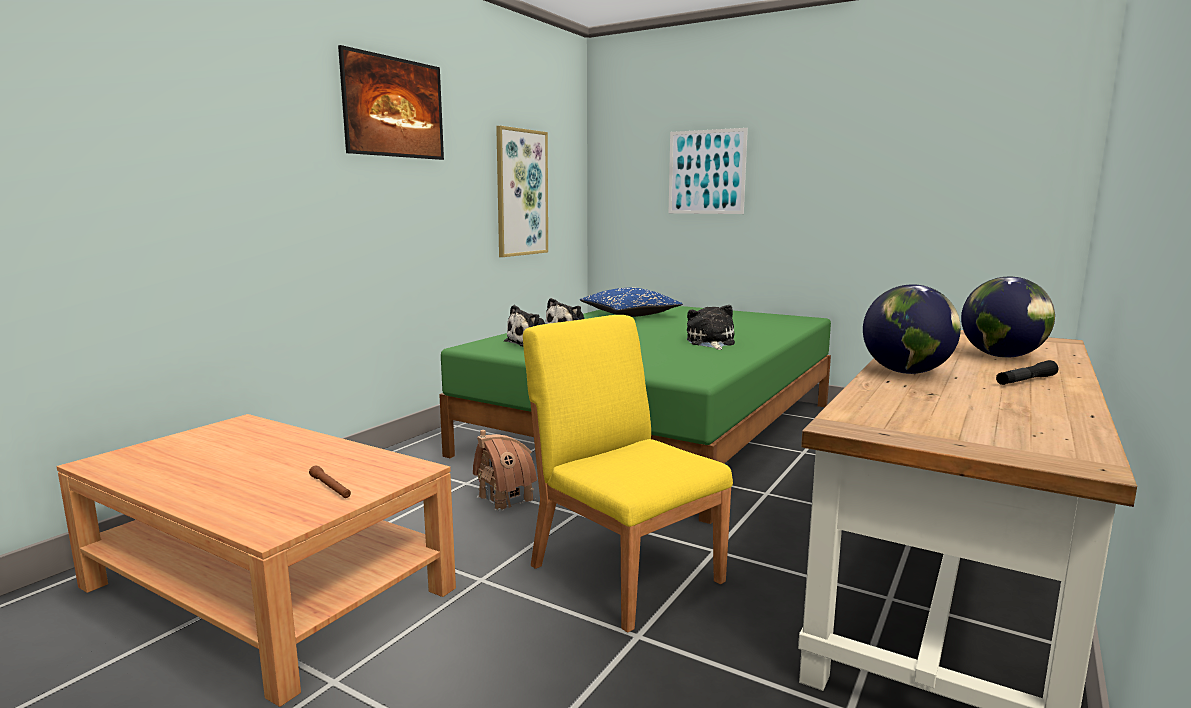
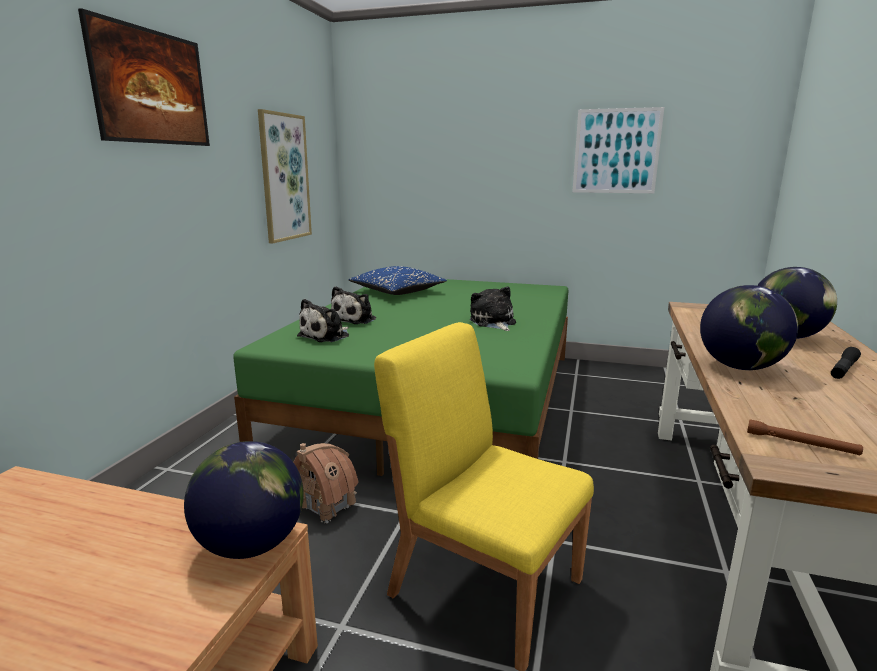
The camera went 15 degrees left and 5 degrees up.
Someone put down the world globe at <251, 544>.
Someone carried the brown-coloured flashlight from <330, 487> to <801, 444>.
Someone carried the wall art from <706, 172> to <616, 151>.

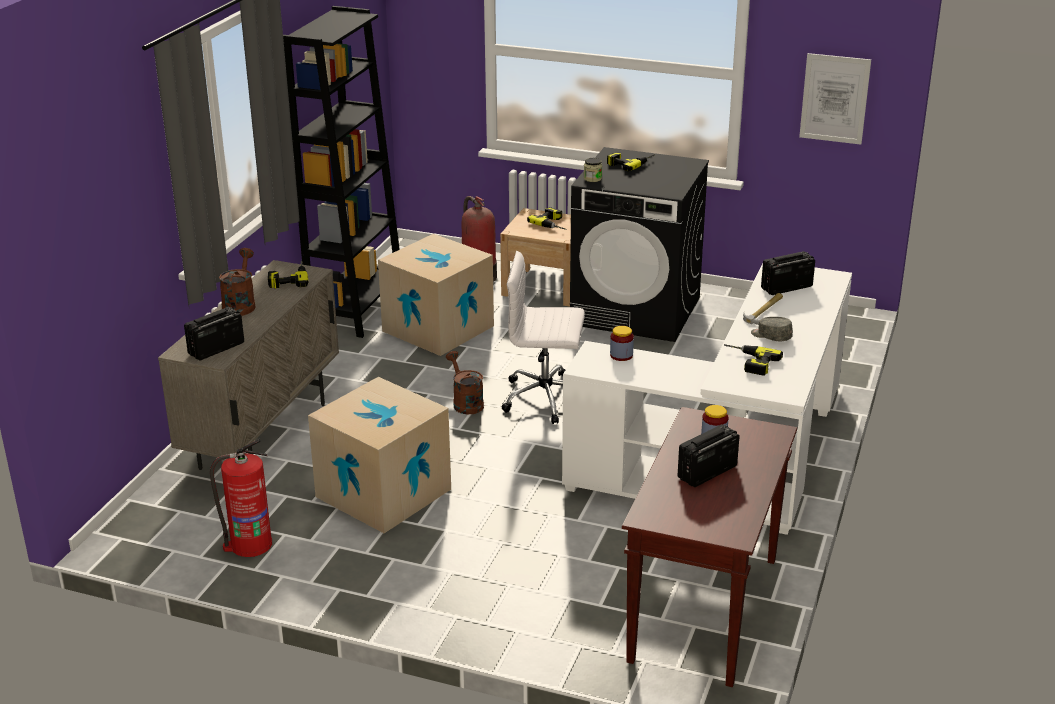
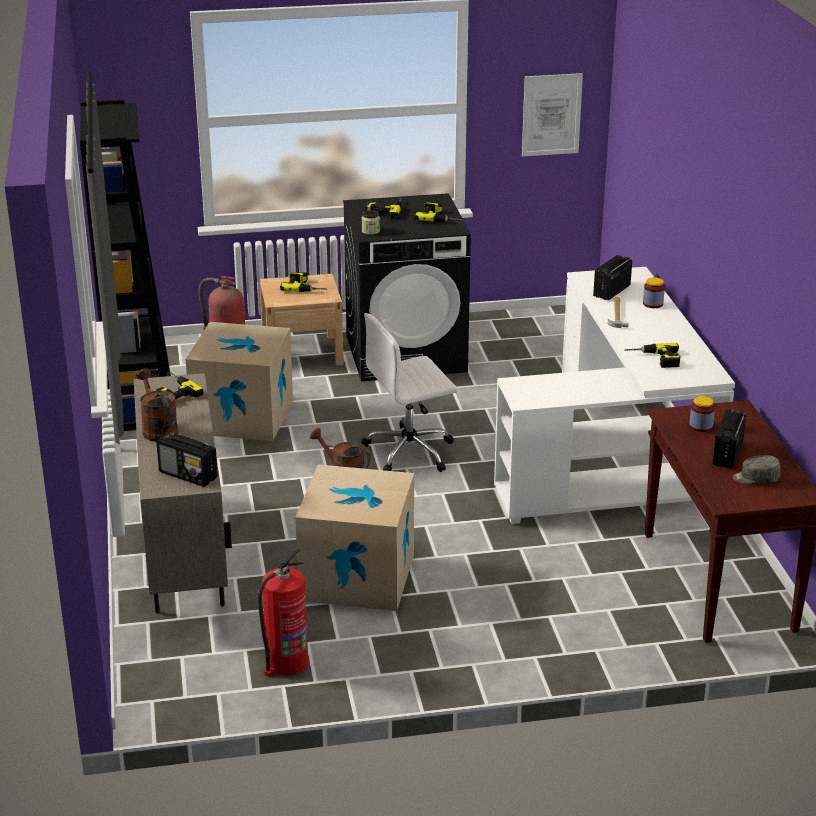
The camera went 30 degrees left and 0 degrees up.
Someone put down the drill at <441, 217>.
Someone carried the jar from <621, 355> to <653, 304>.
Someone carried the gray peaked cap from <771, 336> to <755, 478>.
Someone rotated the radio receiver at <215, 349> by 75 degrees counterclockwise.

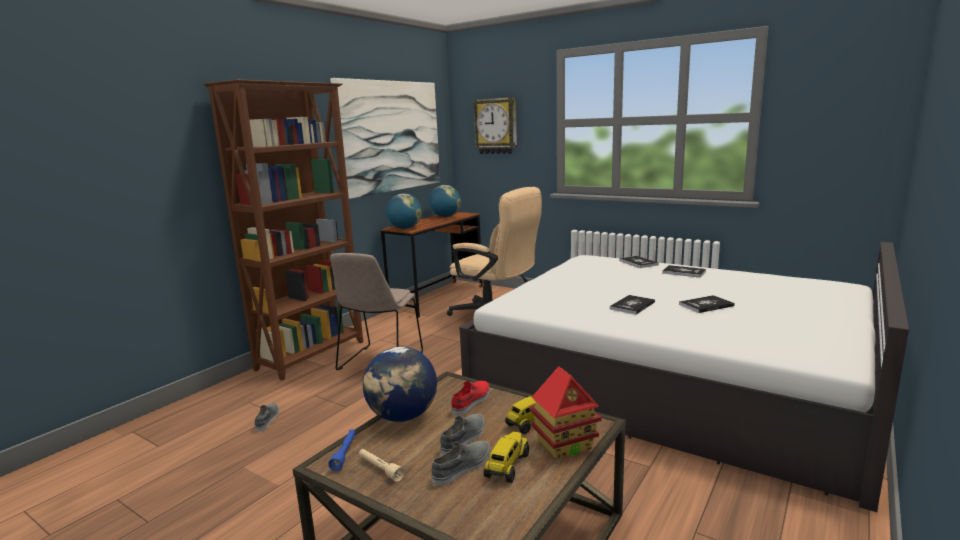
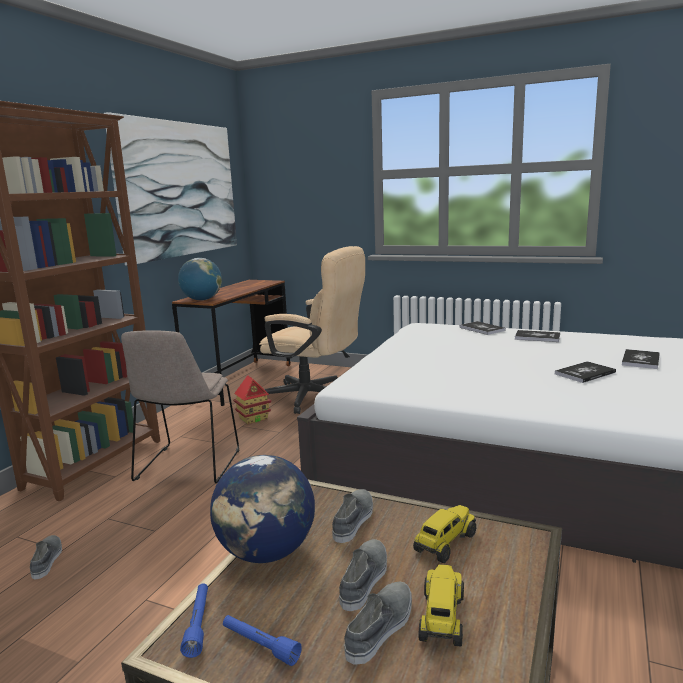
The camera went 10 degrees left and 0 degrees up.
Someone took away the world globe at <445, 216>.
Someone took away the clock on the wall at <496, 126>.
Someone carried the model house from <564, 444> to <253, 418>.
Someone carried the book from <632, 305> to <640, 360>.
Someone repainted the beige flashlight at <380, 469>, which became the blue flashlight at <260, 645>.
Someone repainted the red shoe at <471, 401>, which became the gray shoe at <353, 519>.

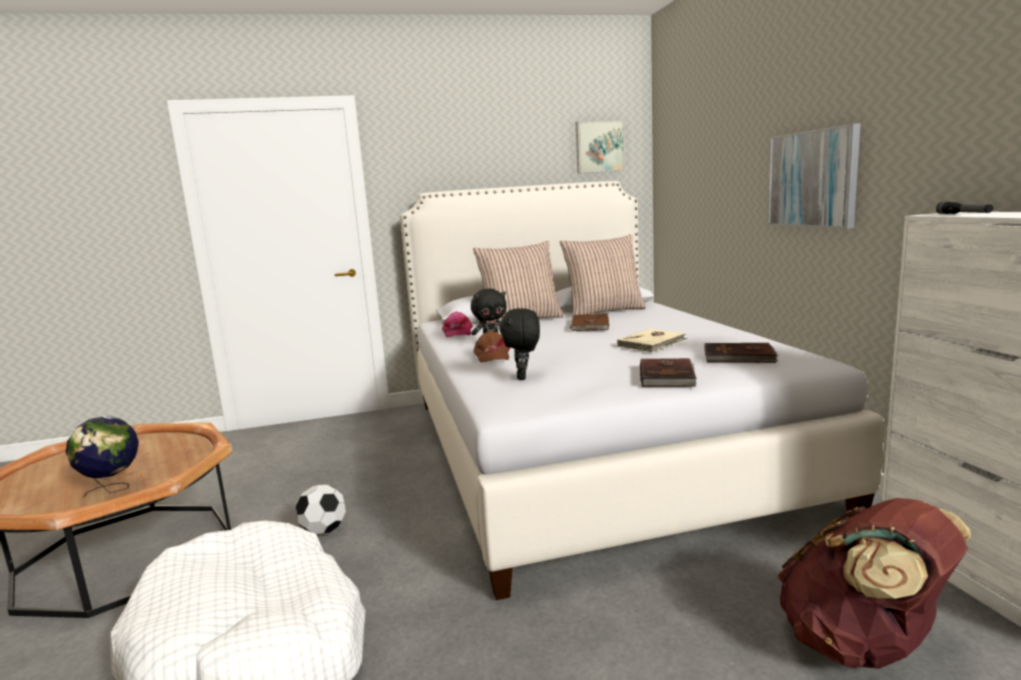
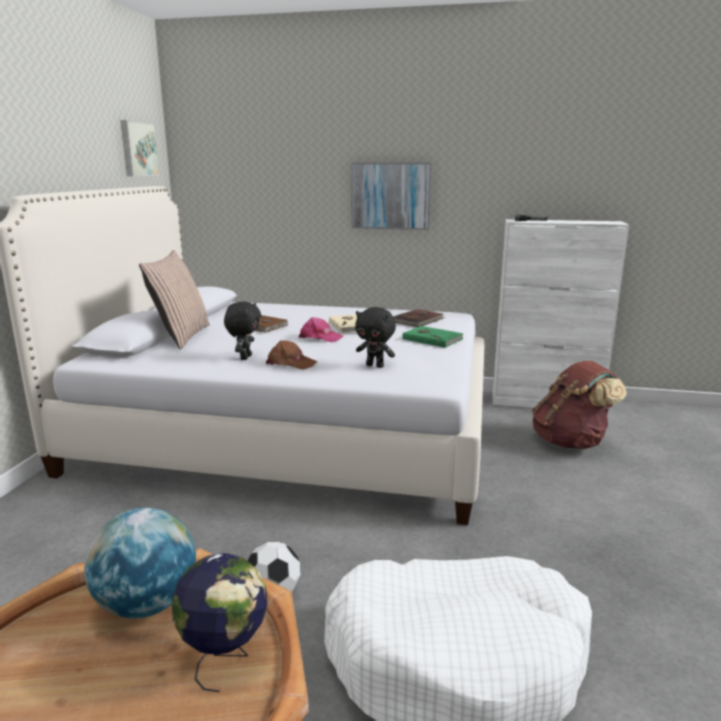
The camera went 65 degrees left and 5 degrees up.
Someone took away the throw pillow at <604, 311>.
Someone put down the world globe at <147, 604>.
Someone carried the pink peaked cap from <457, 332> to <320, 337>.
Someone repainted the brown-coloured book at <668, 376>, which became the greenish book at <432, 339>.

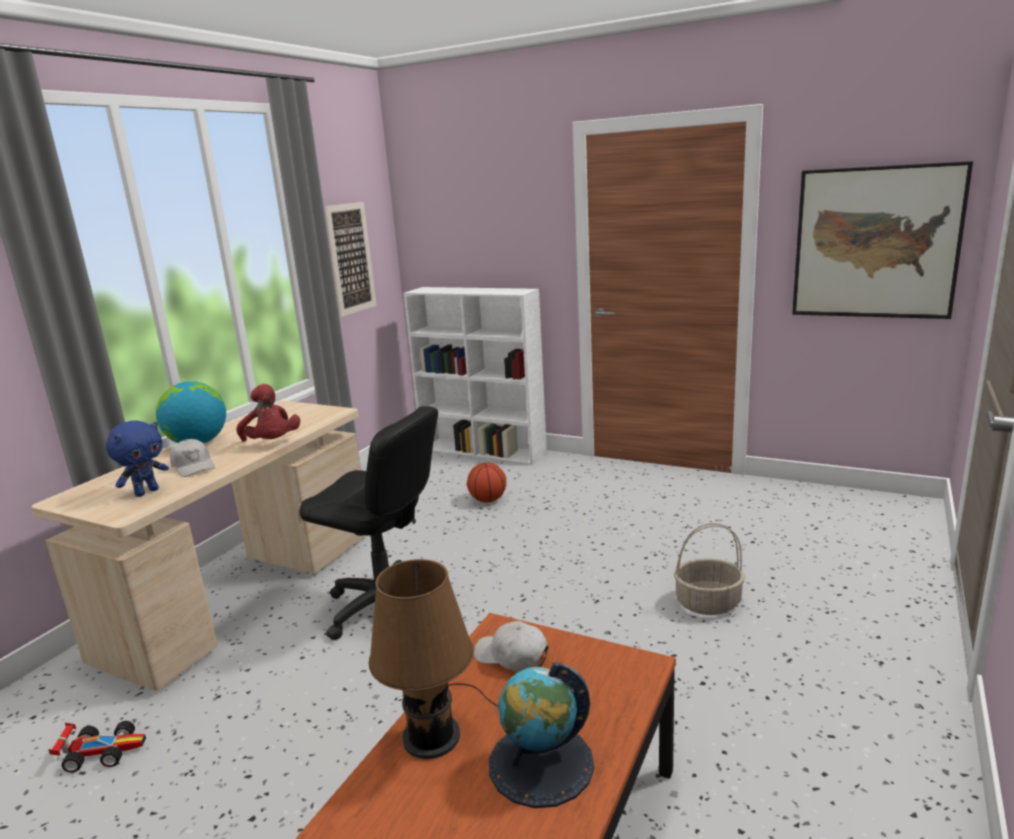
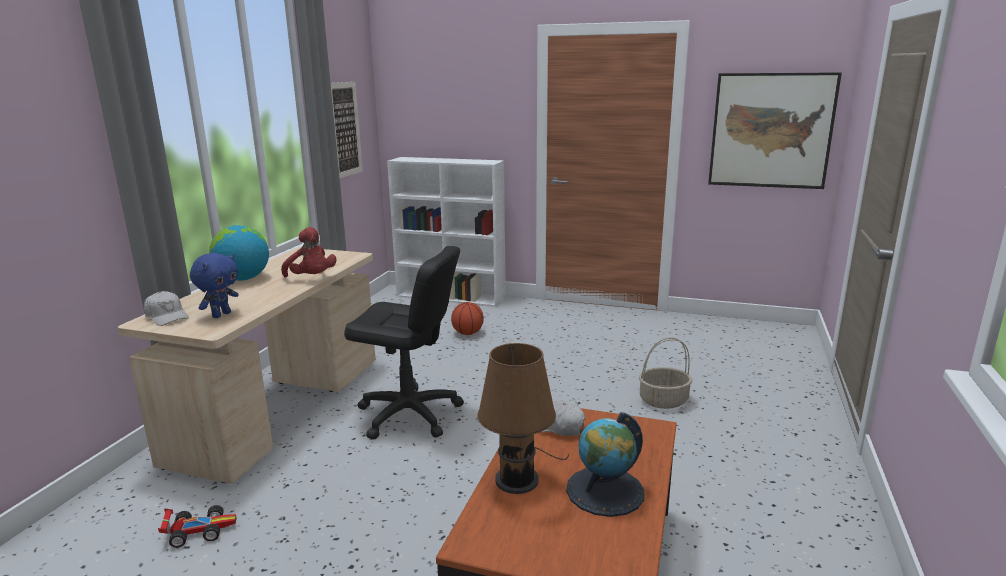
The camera went 10 degrees left and 0 degrees up.
Someone carried the whitish peaked cap from <193, 466> to <167, 316>.

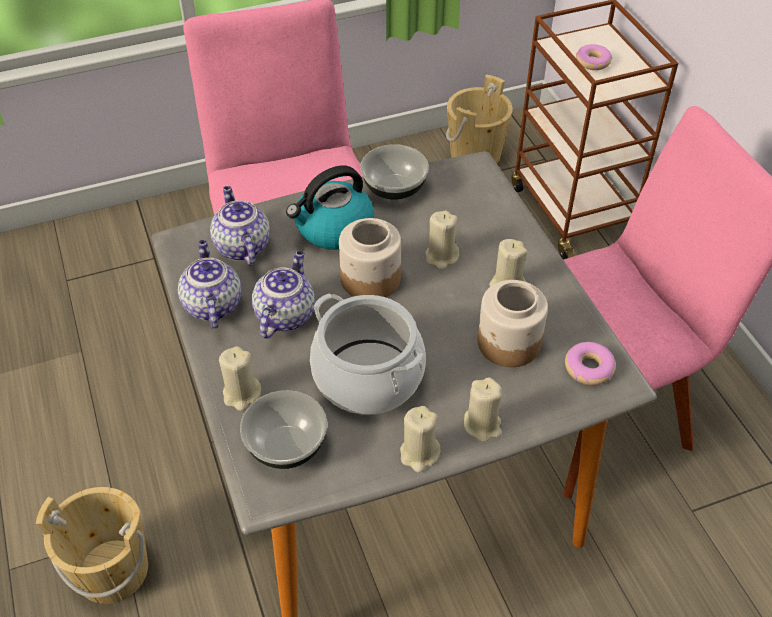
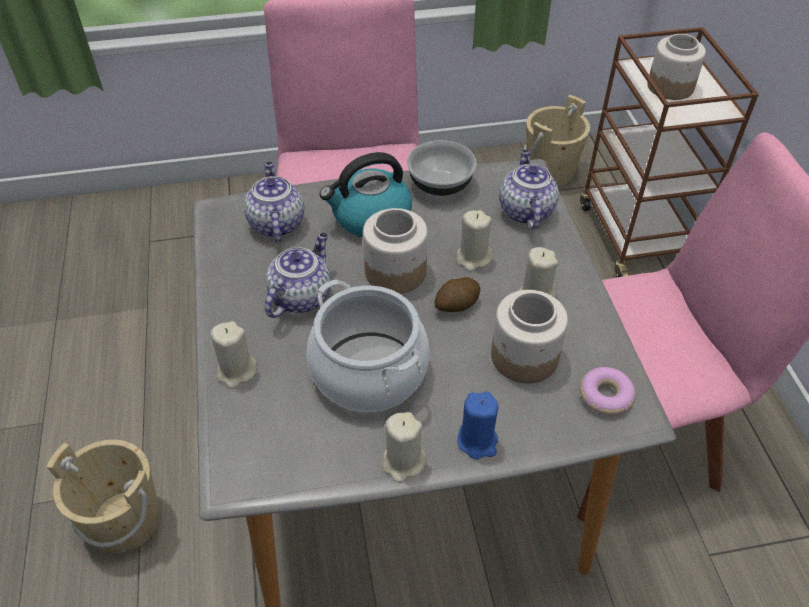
The camera went 10 degrees right and 0 degrees up.
Someone took away the bowl at <287, 446>.
Someone put down the whole potato at <456, 305>.
Someone carried the pot for tea from <212, 305> to <525, 210>.
Someone swapped the donut at <593, 62> for the jar at <670, 86>.
Someone repainted the beige wax candle at <482, 425>, which became the blue wax candle at <477, 441>.

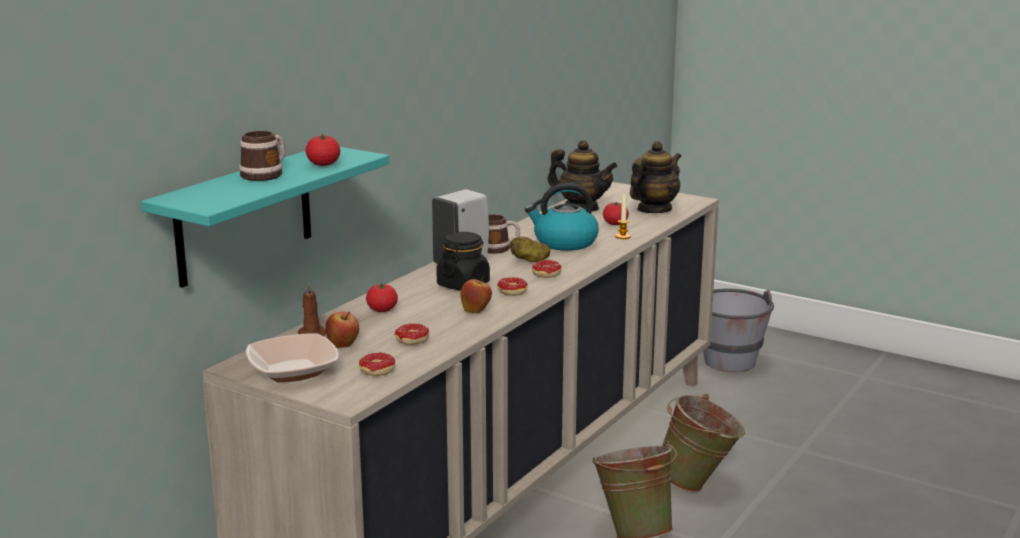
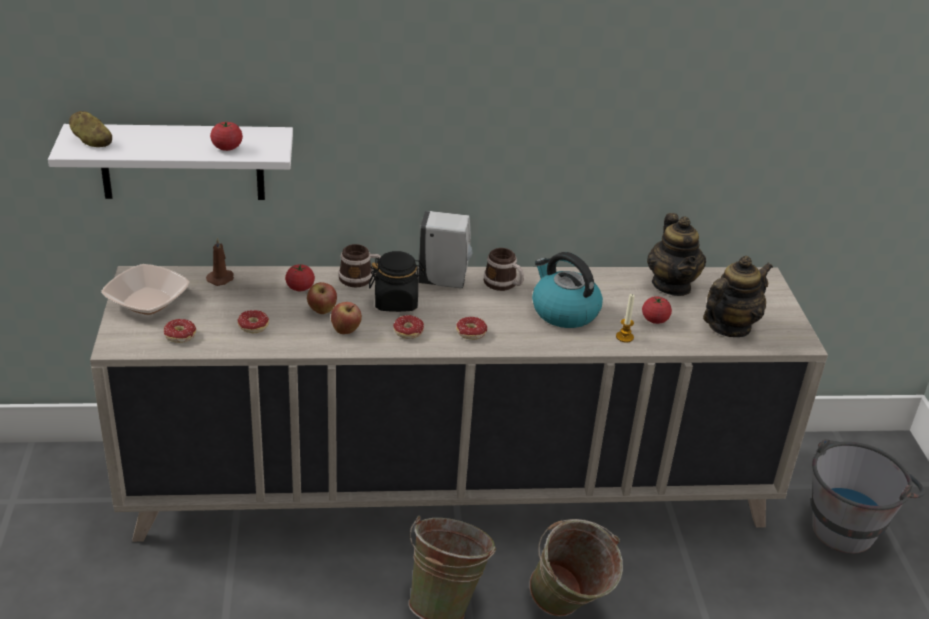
The camera went 50 degrees right and 15 degrees up.
Someone carried the tea mug from <266, 174> to <361, 279>.
Someone carried the apple fruit from <343, 345> to <322, 311>.
Someone carried the whole potato from <530, 260> to <91, 142>.
Someone repainted the turquoise-coloured wall shelf at <244, 215>, which became the whitish wall shelf at <182, 162>.
Someone rotated the pot for tea at <653, 210> by 45 degrees counterclockwise.

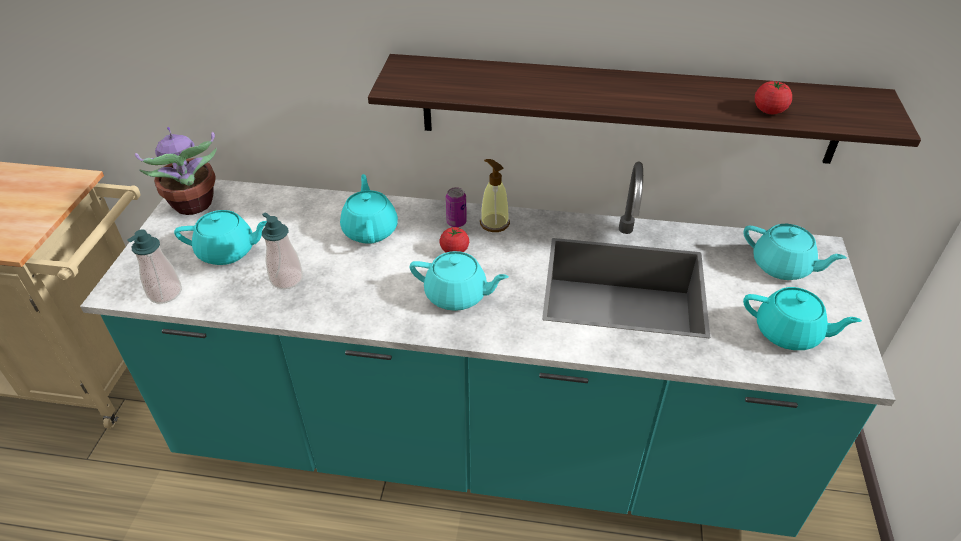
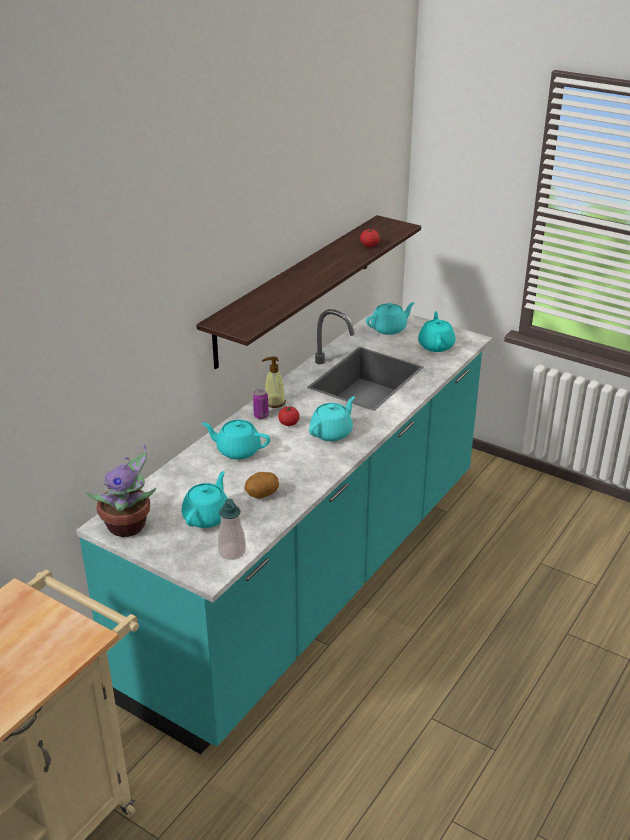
The camera went 65 degrees left and 10 degrees down.
Someone swapped the soap bottle at <286, 279> for the whole potato at <262, 495>.
Someone rotated the turquoise-coloured pot for tea at <789, 333> by 45 degrees counterclockwise.

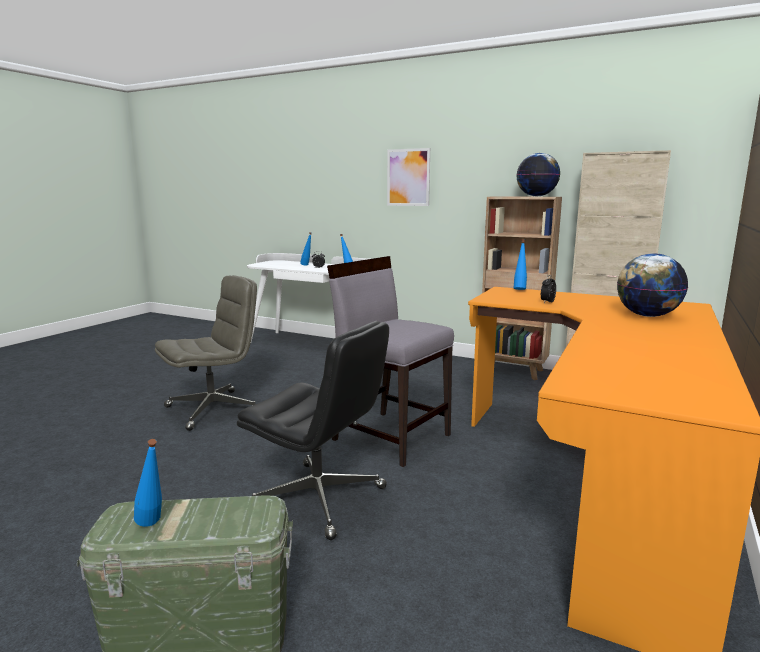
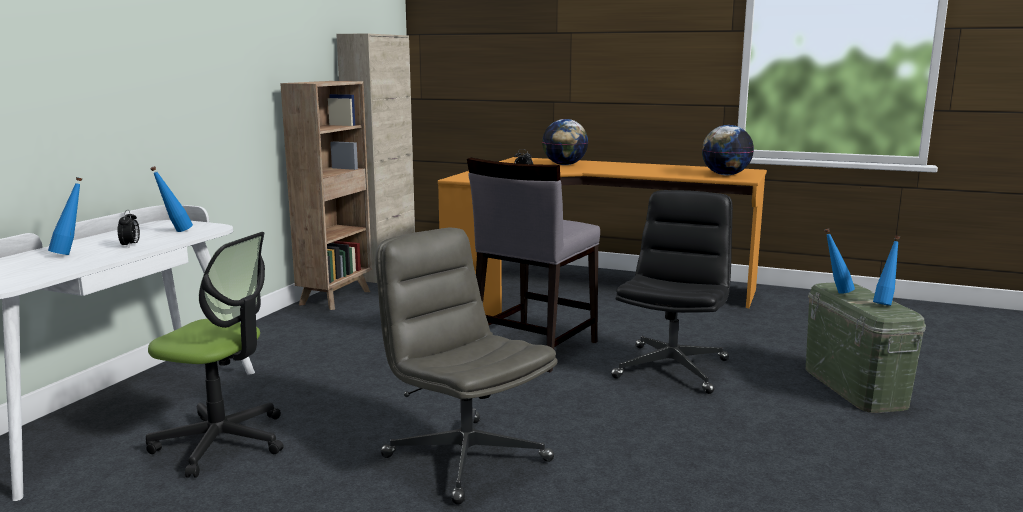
The camera went 95 degrees left and 0 degrees up.
Someone took away the wall art at <408, 177>.
Someone put down the computer chair at <222, 442>.
Someone carried the blue bottle from <519, 289> to <836, 292>.
Someone carried the world globe from <536, 196> to <725, 175>.

